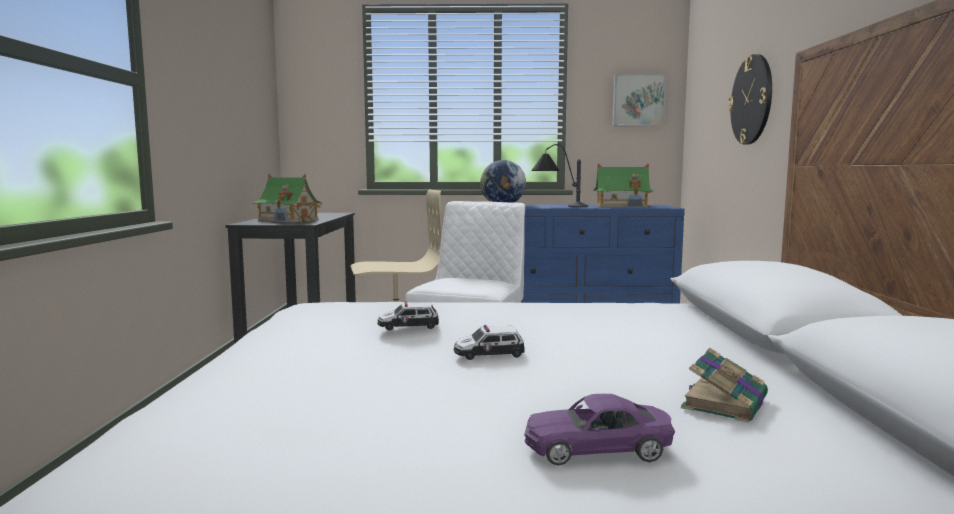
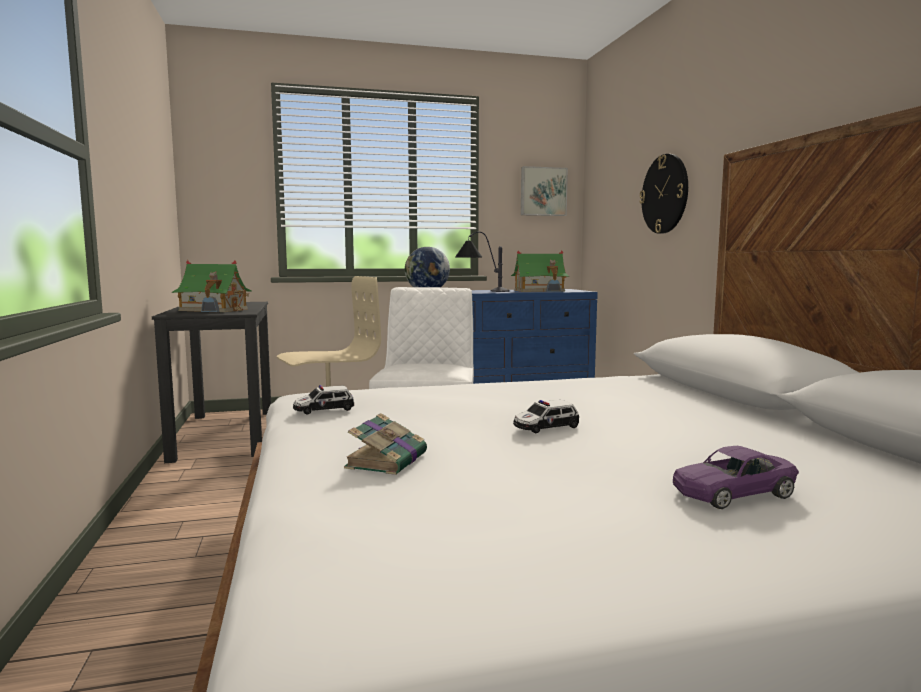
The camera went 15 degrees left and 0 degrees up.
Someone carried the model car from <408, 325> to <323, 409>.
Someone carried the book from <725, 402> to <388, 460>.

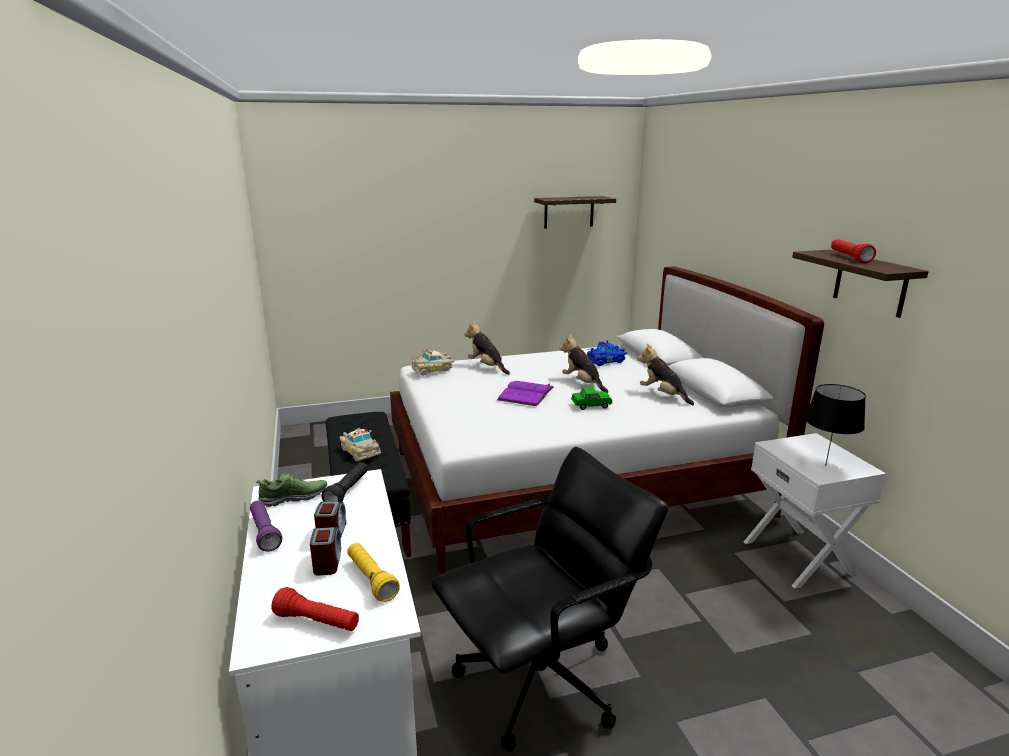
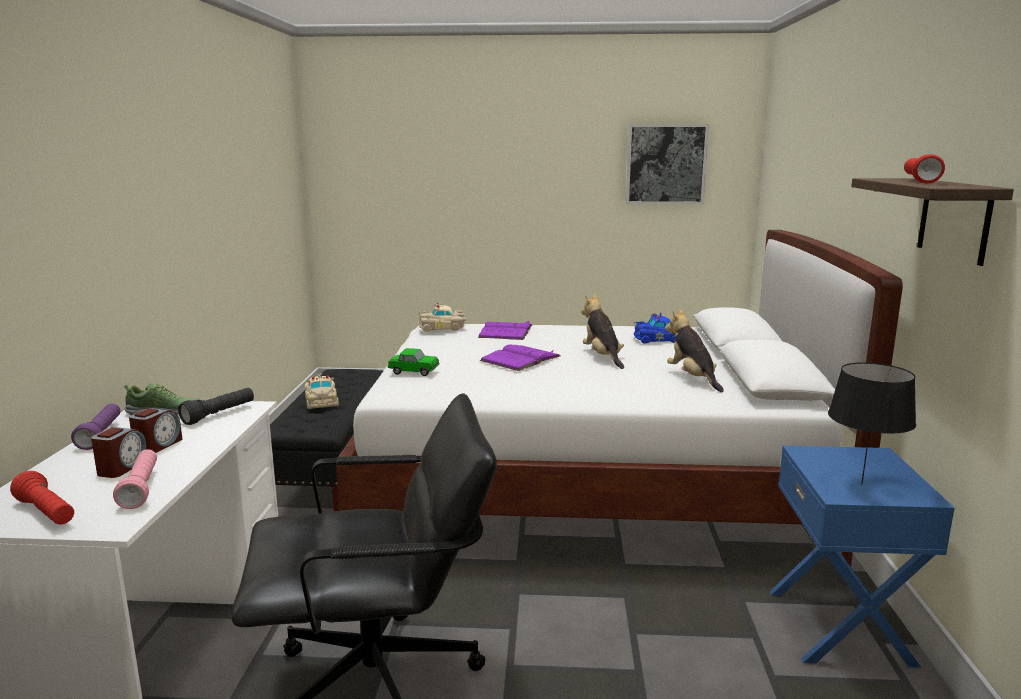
The camera went 20 degrees right and 5 degrees down.
Someone carried the model car from <591, 405> to <414, 372>.
Someone swapped the cuddly toy at <487, 367> for the purplish book at <506, 331>.
Someone swapped the wall shelf at <569, 212> for the wall art at <665, 164>.
Someone repainted the yellowish flashlight at <371, 580>, which became the pink flashlight at <141, 489>.
Someone repainted the whitish nightstand at <799, 557>, which became the blue nightstand at <841, 627>.

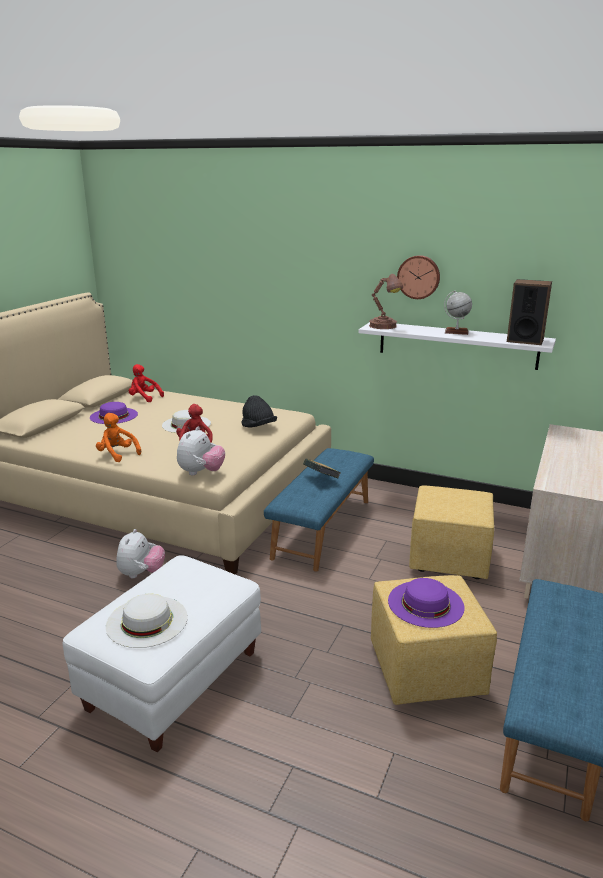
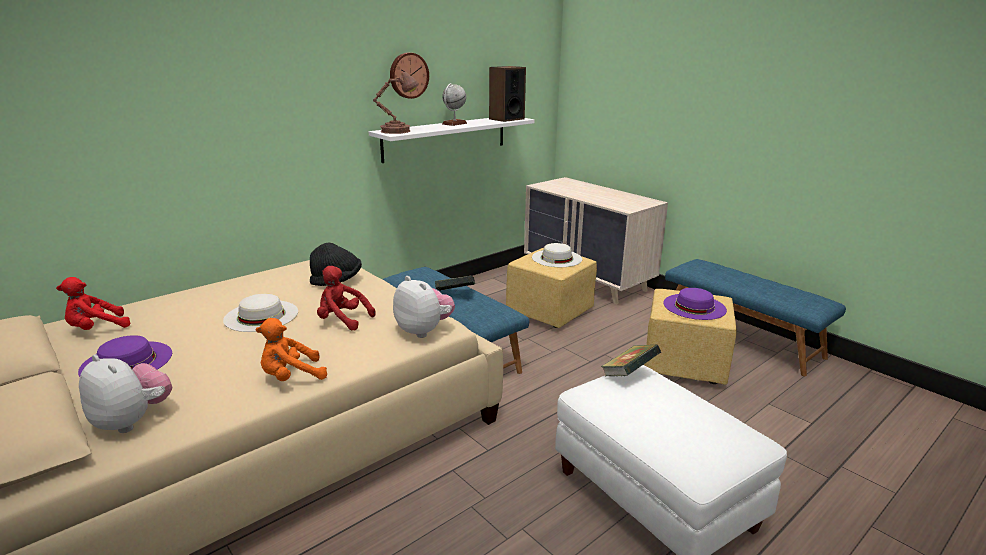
The camera went 65 degrees left and 0 degrees up.
Someone put down the book at <629, 374>.
Someone carried the whitish clothing hat from <147, 621> to <556, 258>.
Someone carried the cuddly toy from <141, 574> to <132, 421>.

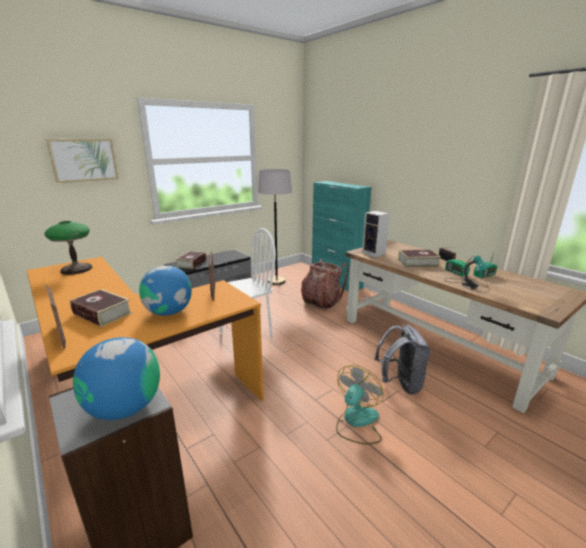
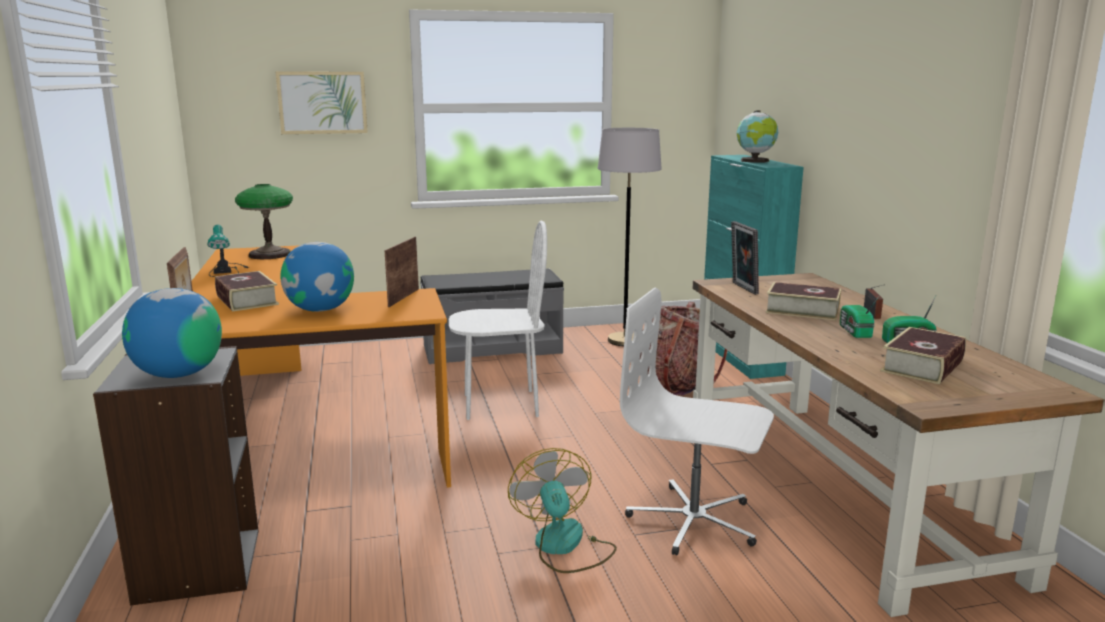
The camera went 25 degrees right and 5 degrees down.
Someone put down the world globe at <755, 161>.
Someone carried the book from <191, 263> to <922, 366>.
Someone carried the table lamp from <468, 285> to <226, 270>.
Someone swapped the speaker at <374, 254> for the standing frame at <742, 288>.
Someone swapped the gray knapsack at <400, 384> for the whitish computer chair at <693, 521>.
Someone rotated the fan at <357, 422> by 75 degrees counterclockwise.

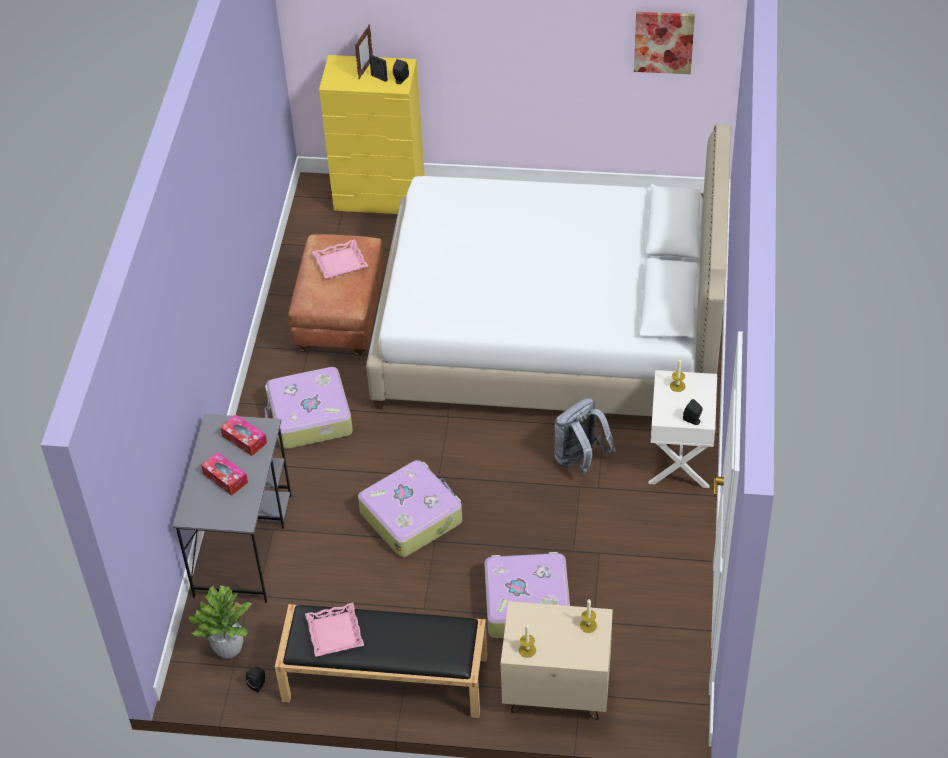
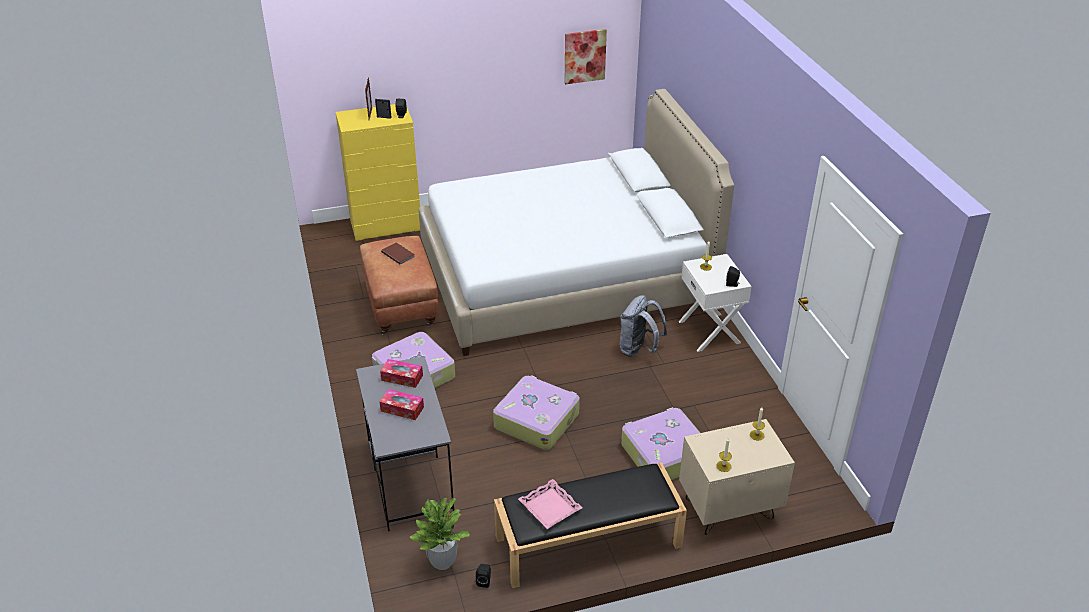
The camera went 25 degrees left and 10 degrees down.
Someone swapped the pink serving tray at <340, 262> for the brown-coloured book at <398, 254>.

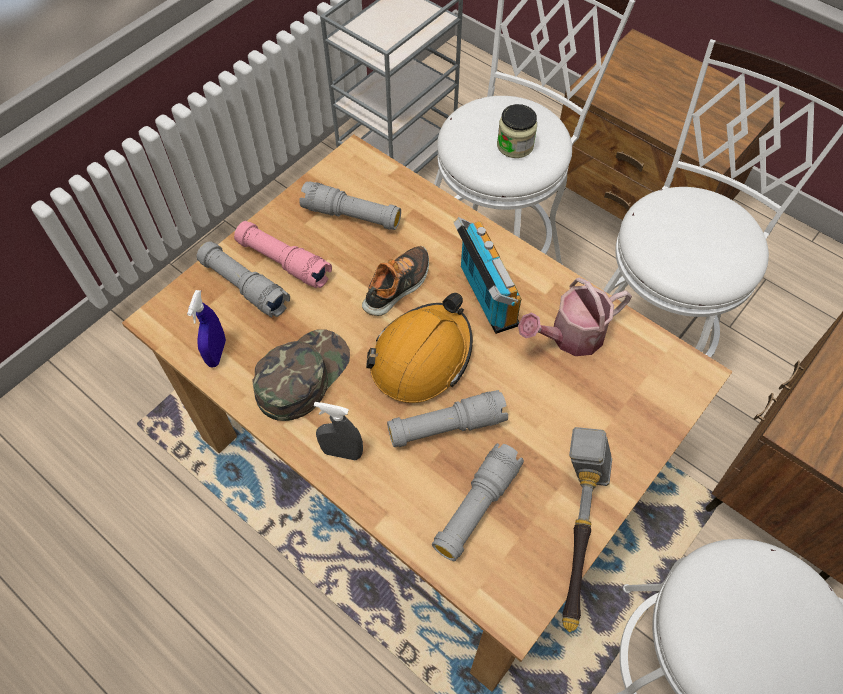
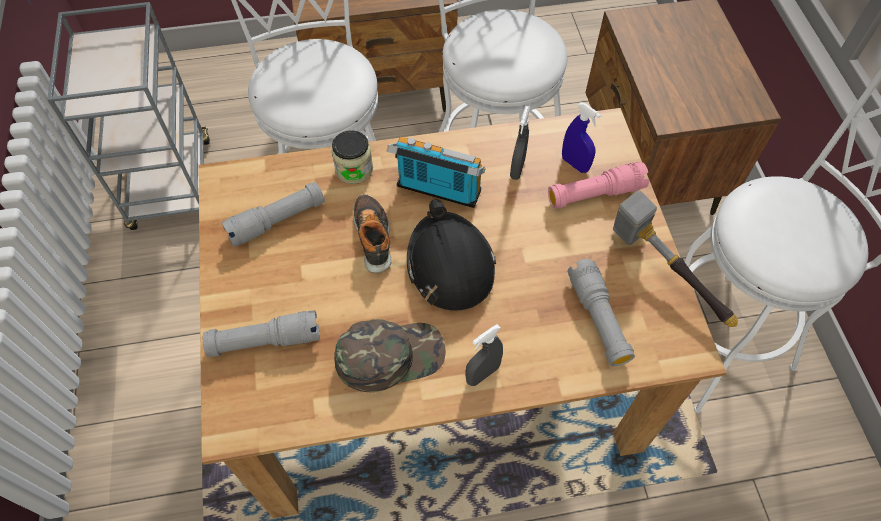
The camera went 50 degrees left and 0 degrees up.
Someone took away the gray flashlight at <446, 426>.
Someone carried the blue spray bottle from <217, 353> to <575, 164>.
Someone carried the pink flashlight from <284, 262> to <595, 194>.
Someone carried the jar from <515, 145> to <354, 169>.
Someone swapped the watering pot at <570, 337> for the gray spray bottle at <517, 169>.
Someone repainted the orange-coloured work helmet at <421, 357>, which became the black-coloured work helmet at <450, 266>.
Someone rotated the greenish peaked cap at <302, 375> by 90 degrees clockwise.

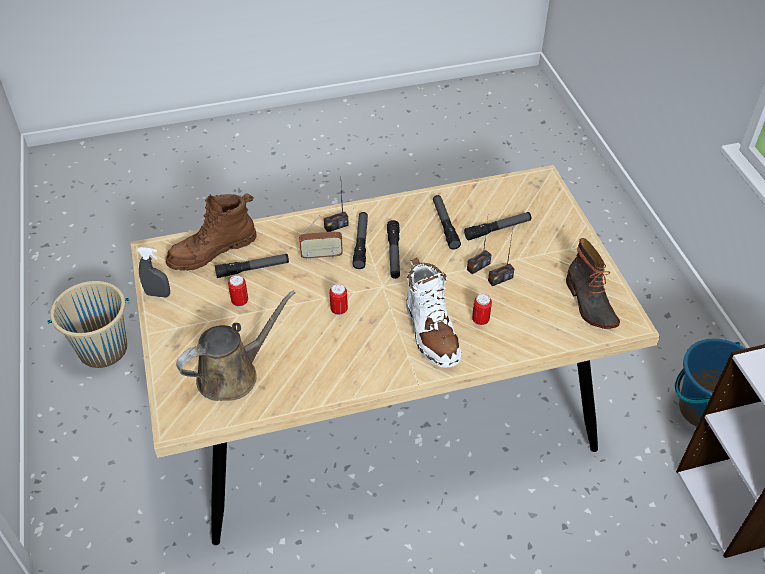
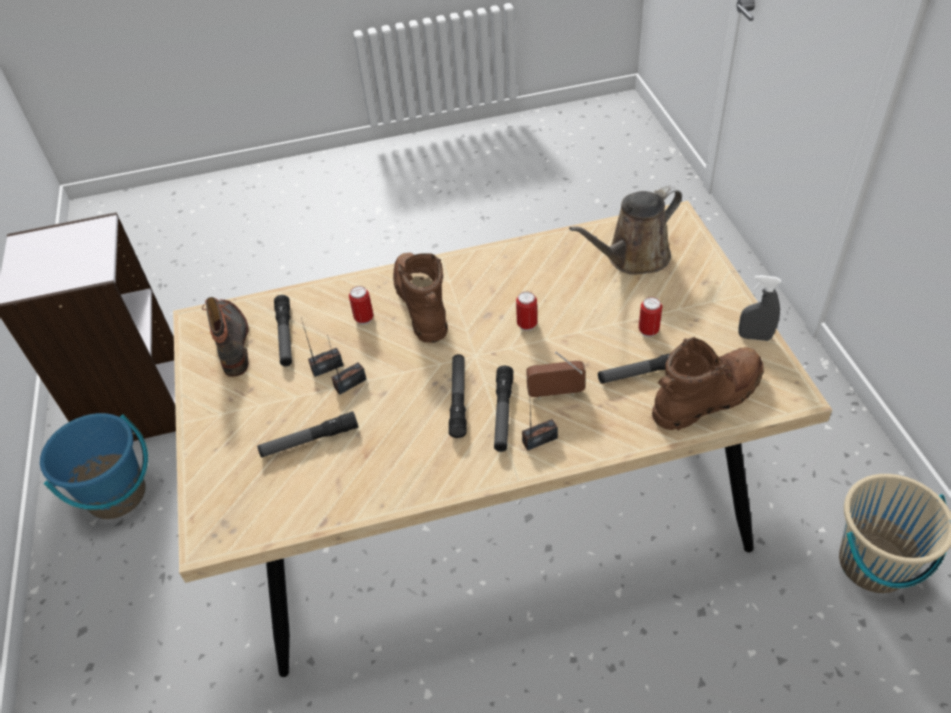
The camera went 175 degrees left and 0 degrees up.
Someone carried the flashlight from <445, 225> to <285, 336>.
Someone repainted the whitish tall boot at <431, 332>, which became the brown-coloured tall boot at <422, 304>.

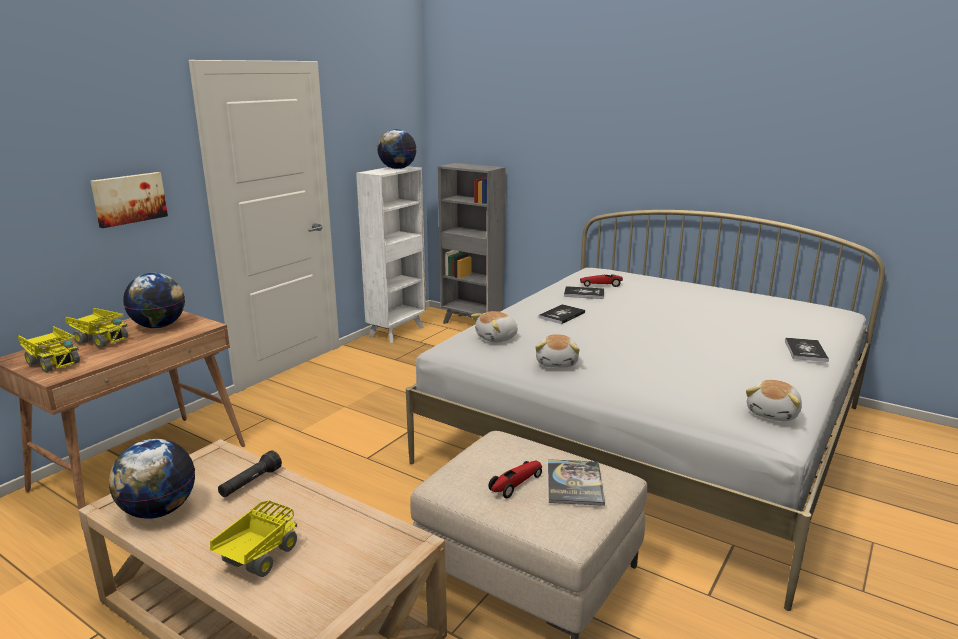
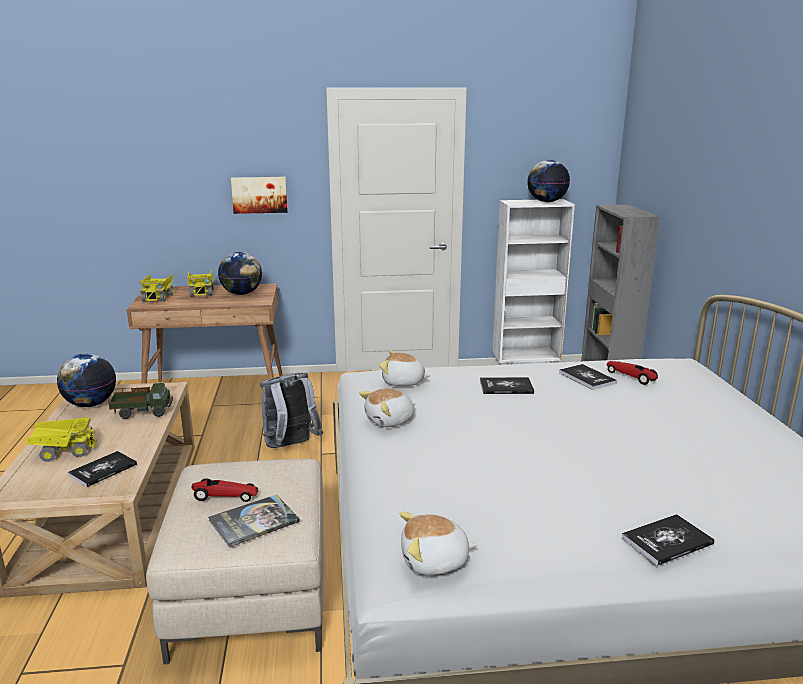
The camera went 50 degrees right and 0 degrees up.
Someone put down the book at <103, 470>.
Someone put down the gray knapsack at <290, 446>.
Someone swapped the black-coloured flashlight at <250, 483> for the toy lorry at <142, 412>.

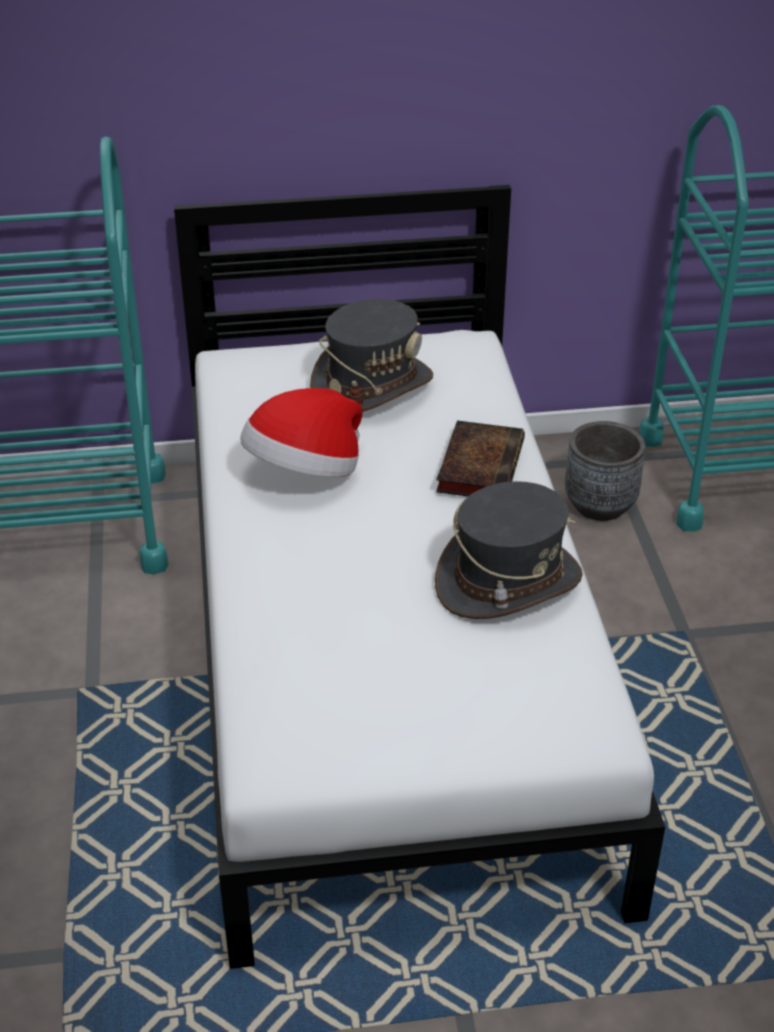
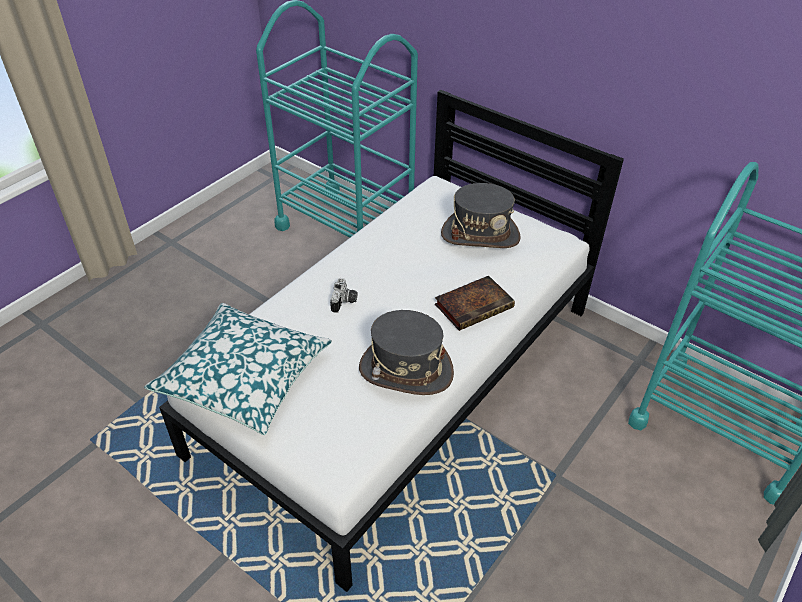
The camera went 45 degrees right and 5 degrees up.
Someone took away the clothing hat at <305, 472>.
Someone took away the gray flower pot at <600, 505>.
Someone put down the throw pillow at <244, 377>.
Someone put down the photo camera at <345, 302>.

